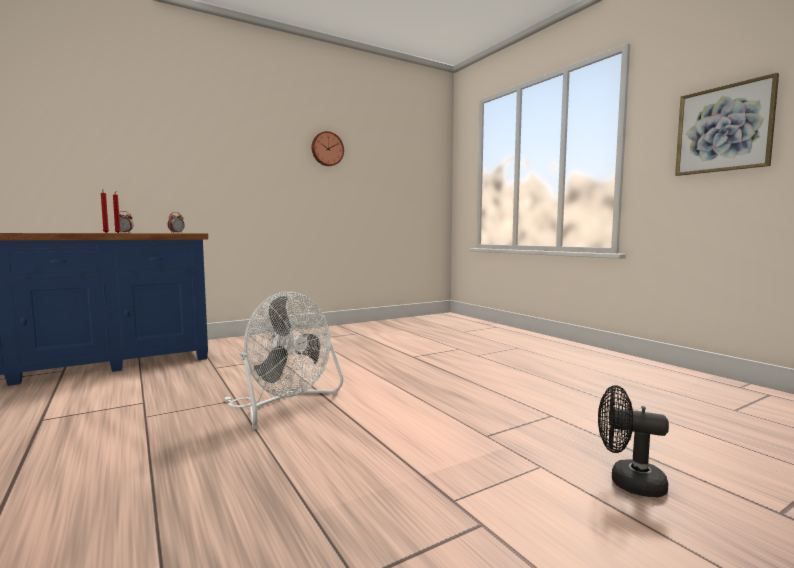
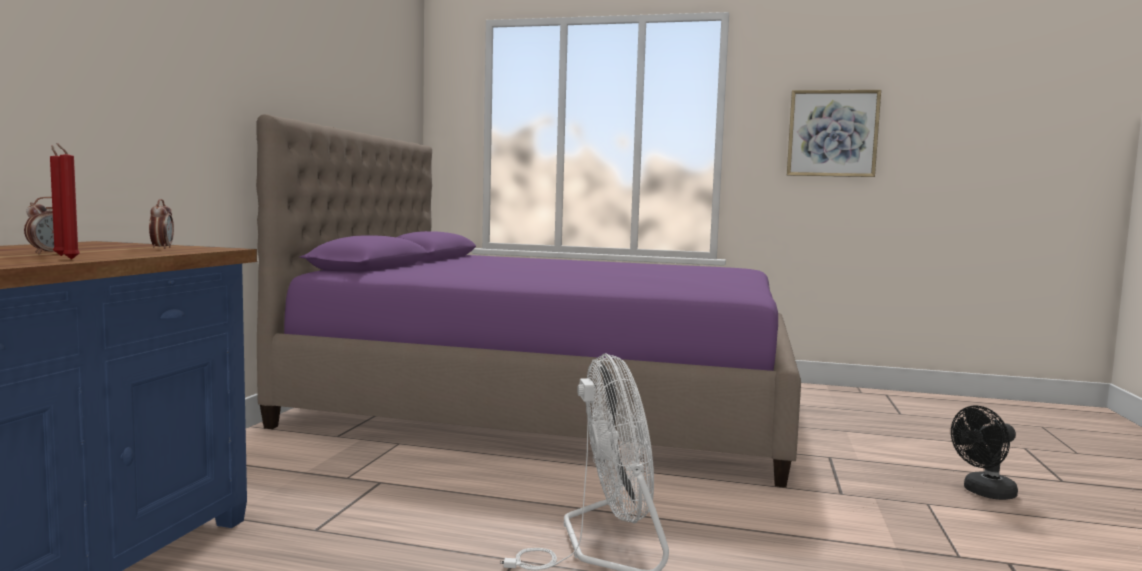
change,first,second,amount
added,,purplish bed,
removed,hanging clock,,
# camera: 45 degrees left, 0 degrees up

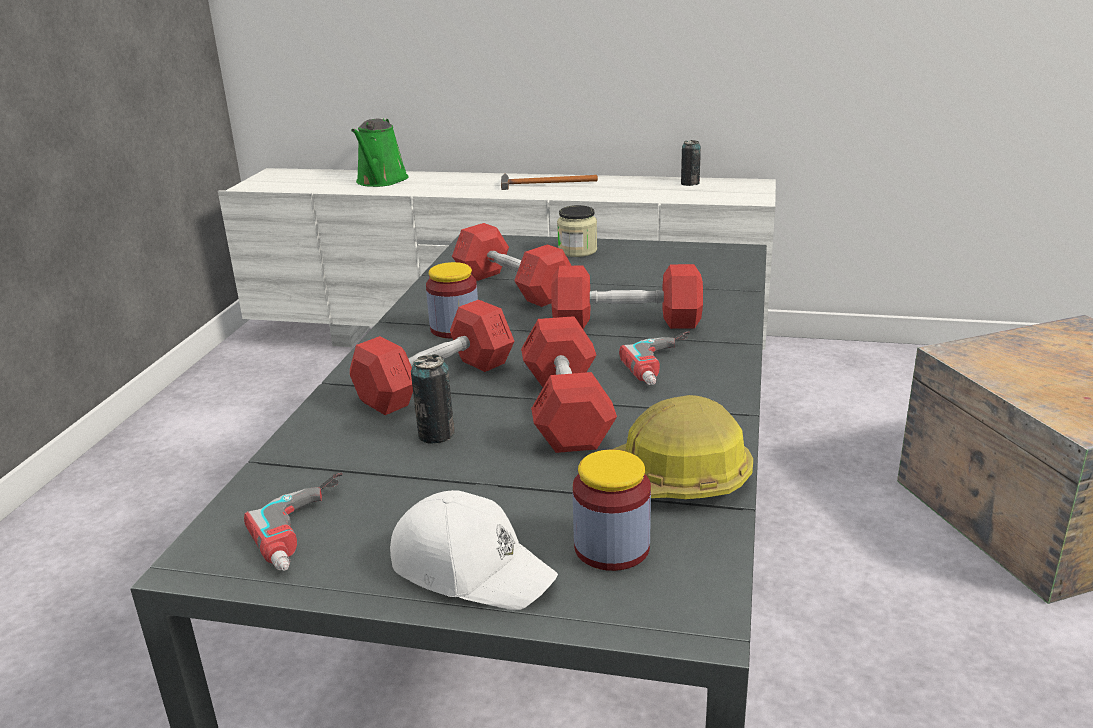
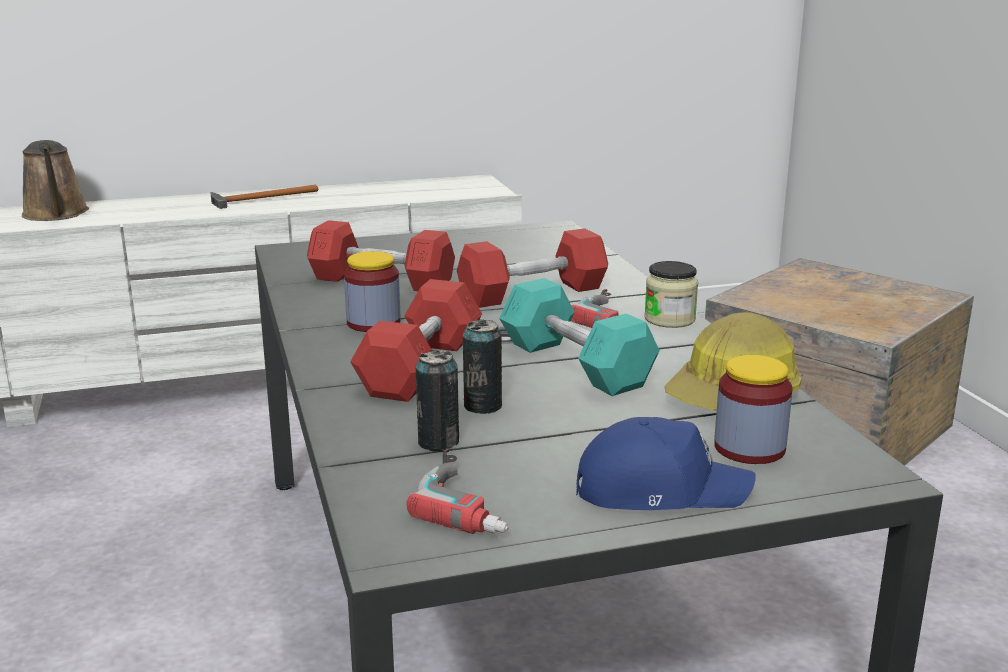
change,first,second,amount
recoloured,green-coloured watering pot,brownish watering pot,
moved,sealed can (2nd from left in the first image),sealed can (1st from left),
recoloured,reddish free weight (3rd from left),turquoise-coloured free weight,
recoloured,whitish baseball cap,bluish baseball cap,
moved,storage jar (2nd from left),,
# camera: 30 degrees left, 5 degrees down

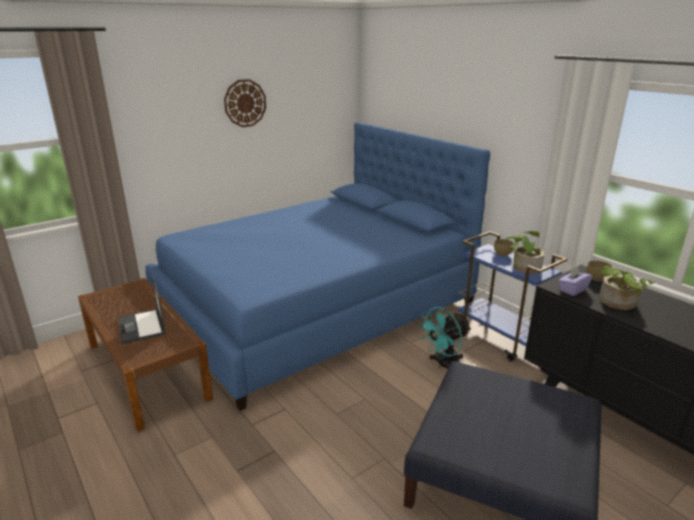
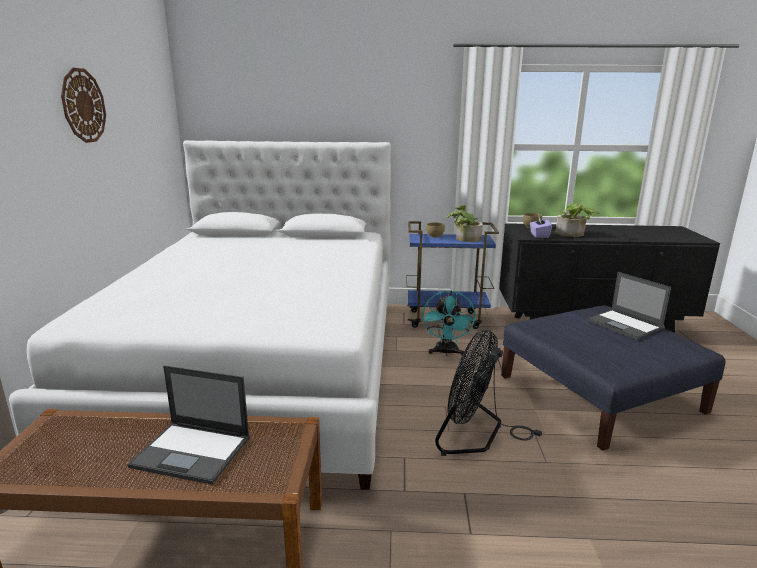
change,first,second,amount
recoloured,bluish bed,whitish bed,
added,,black electric fan,
added,,notebook computer (2nd from left),
# camera: 50 degrees left, 5 degrees down

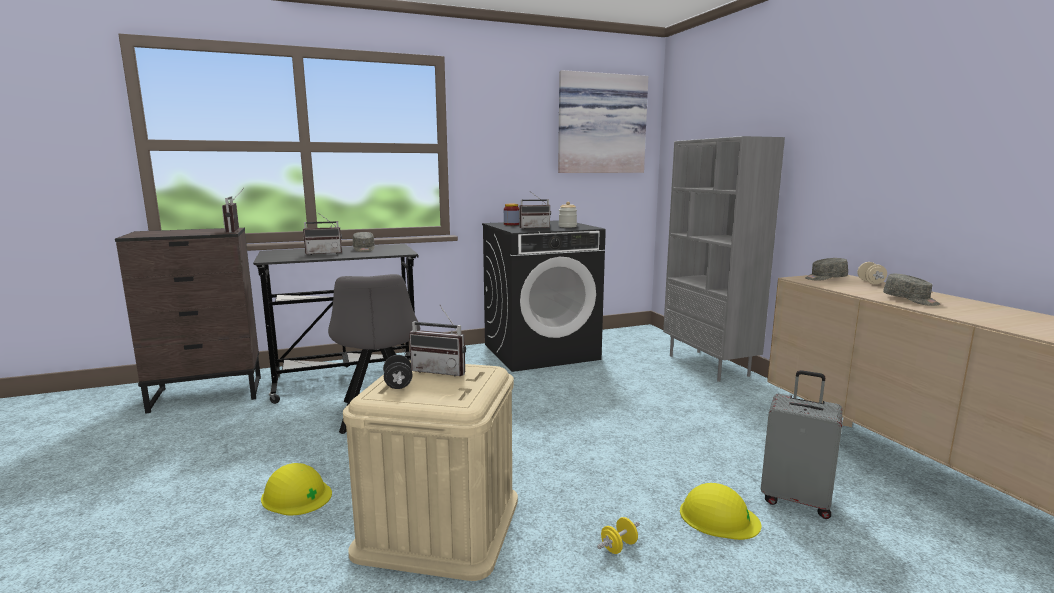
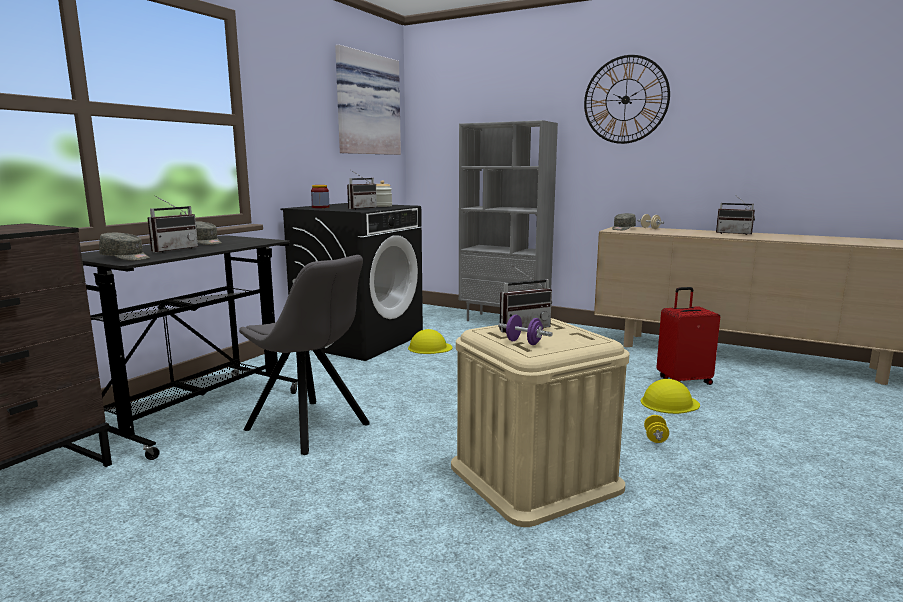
change,first,second,amount
moved,gray baseball cap (3rd from left in the first image),gray baseball cap (1st from left),
moved,yellow hard hat (1st from left),,
recoloured,black free weight,purplish free weight,
added,,hanging clock,
recoloured,gray piece of luggage,reddish piece of luggage,
moved,radio set (1st from left in the first image),radio set (4th from left),
# camera: 40 degrees left, 0 degrees up

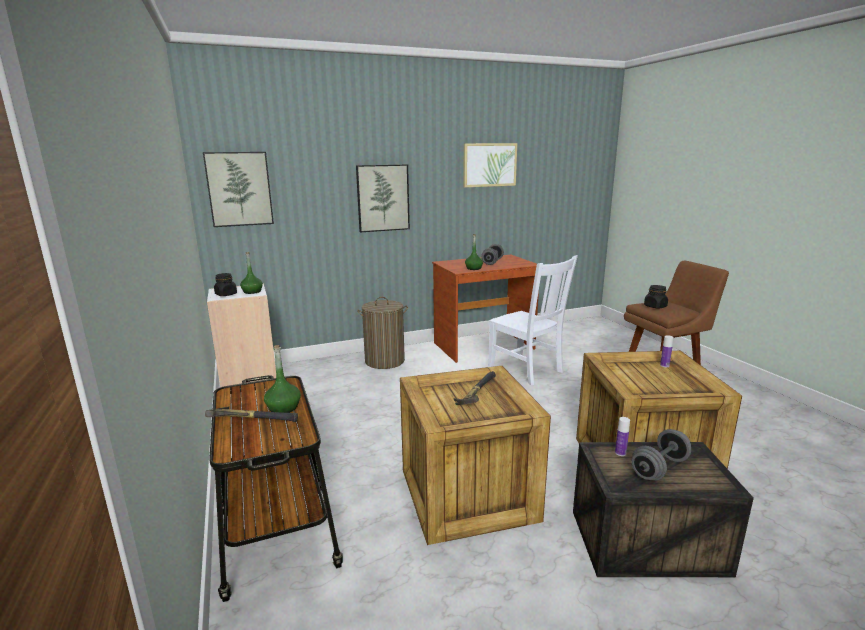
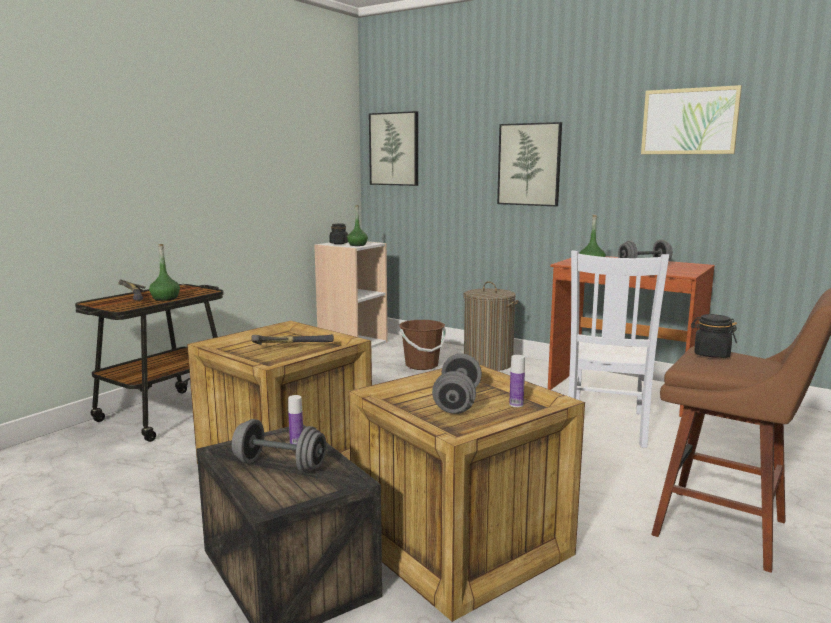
change,first,second,amount
added,,brownish pail,
added,,gray free weight (2nd from left),
# camera: 55 degrees right, 5 degrees down

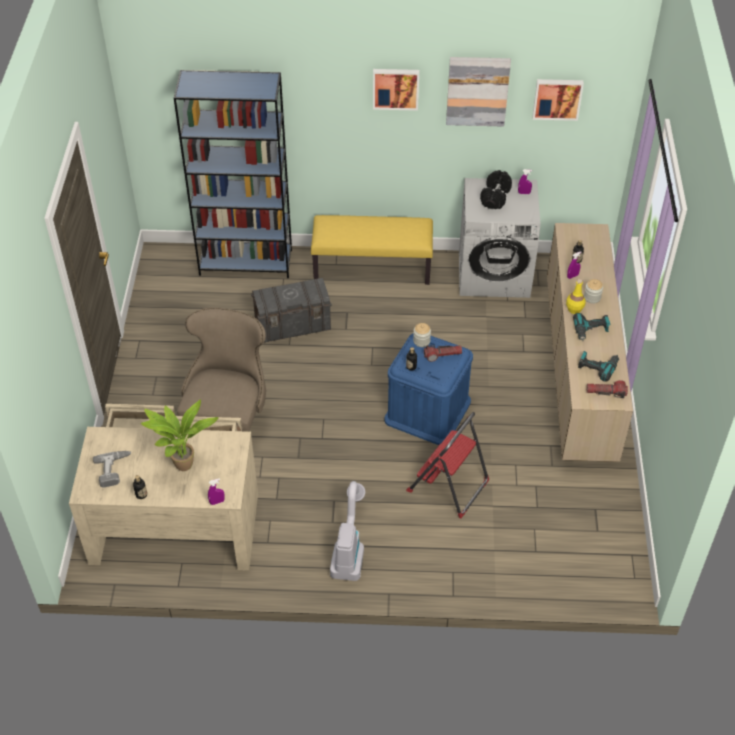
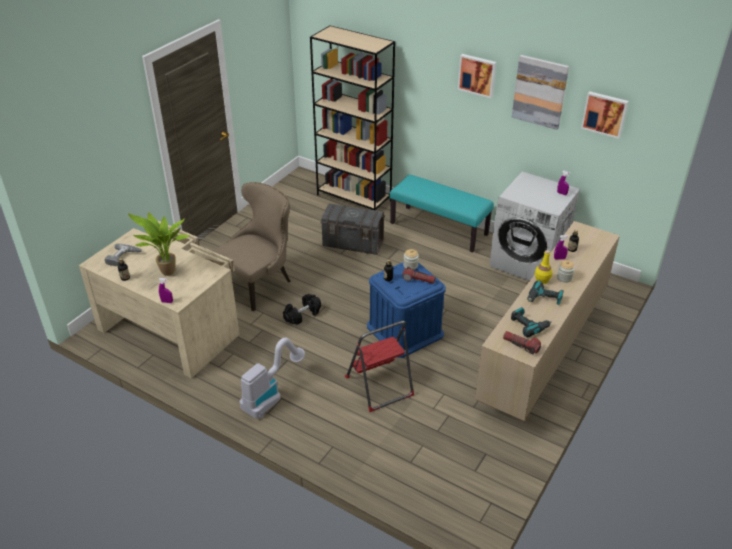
change,first,second,amount
moved,black free weight,,
recoloured,bluish bookcase,beige bookcase,
recoloured,yellow indoor bench,turquoise-coloured indoor bench,
# camera: 30 degrees right, 10 degrees down

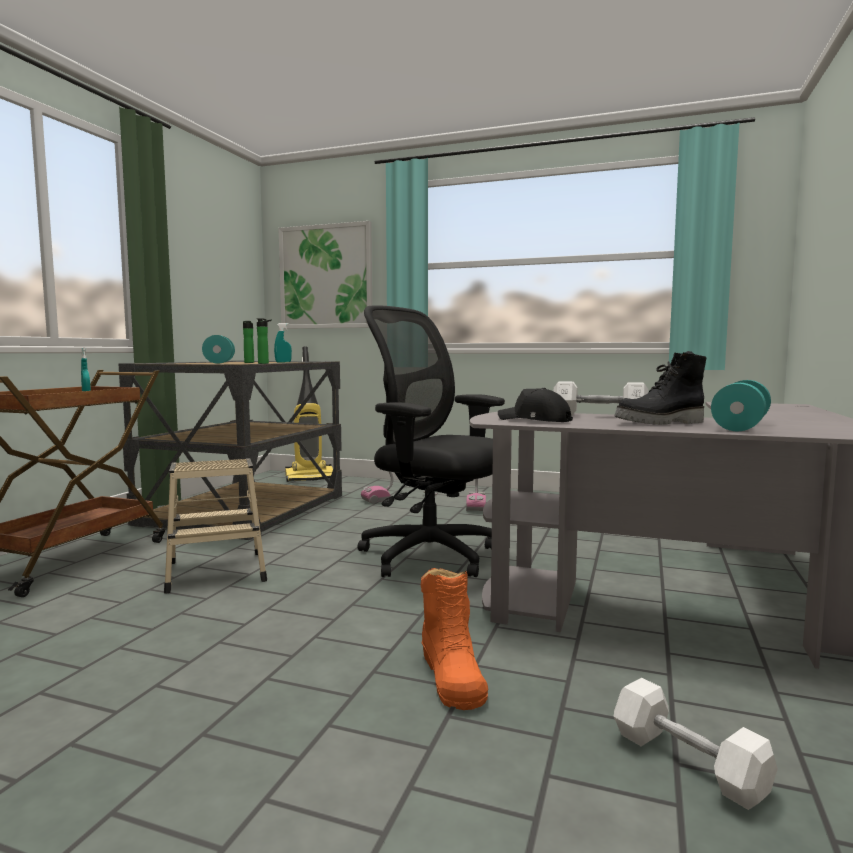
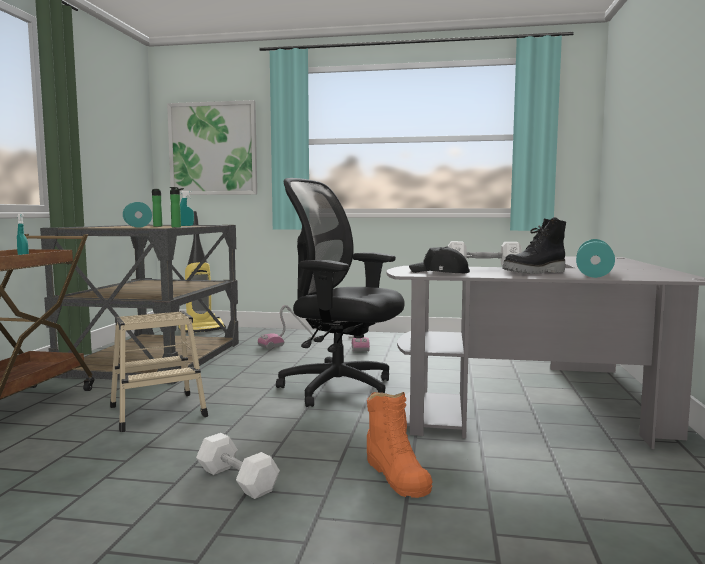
change,first,second,amount
moved,whitish free weight (2nd from left in the first image),whitish free weight (1st from left),
# camera: 10 degrees left, 0 degrees up

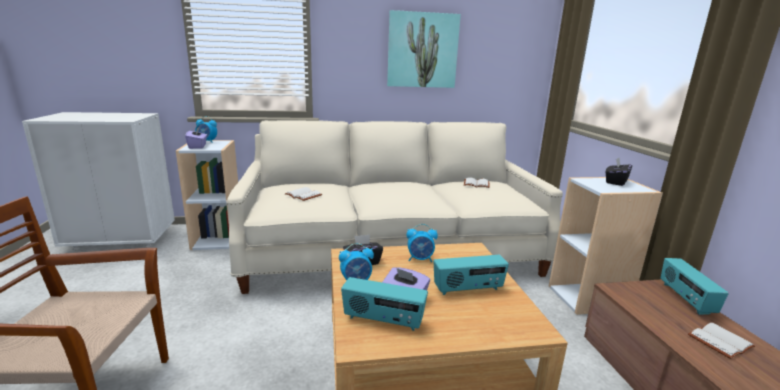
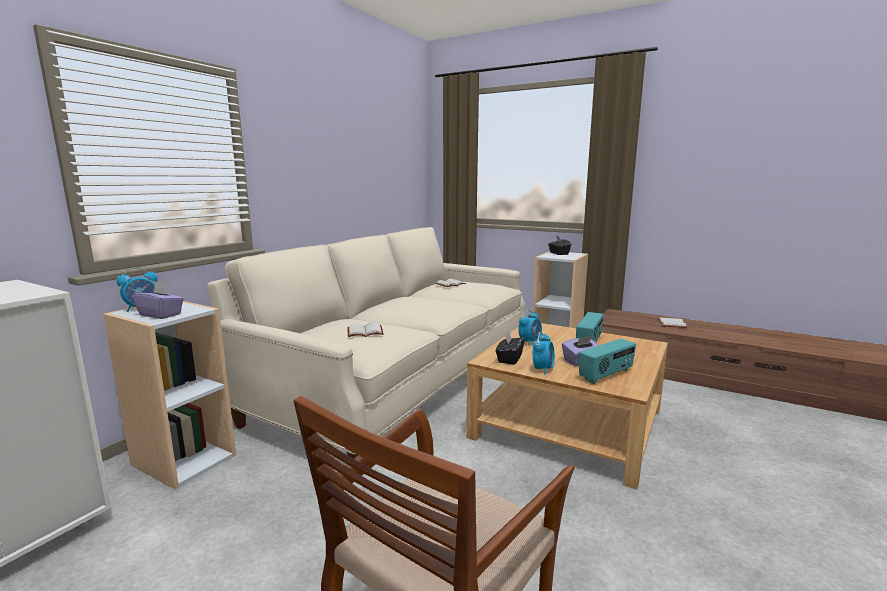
change,first,second,amount
removed,wall art,,
removed,radio set (3rd from left),,
# camera: 50 degrees left, 5 degrees down

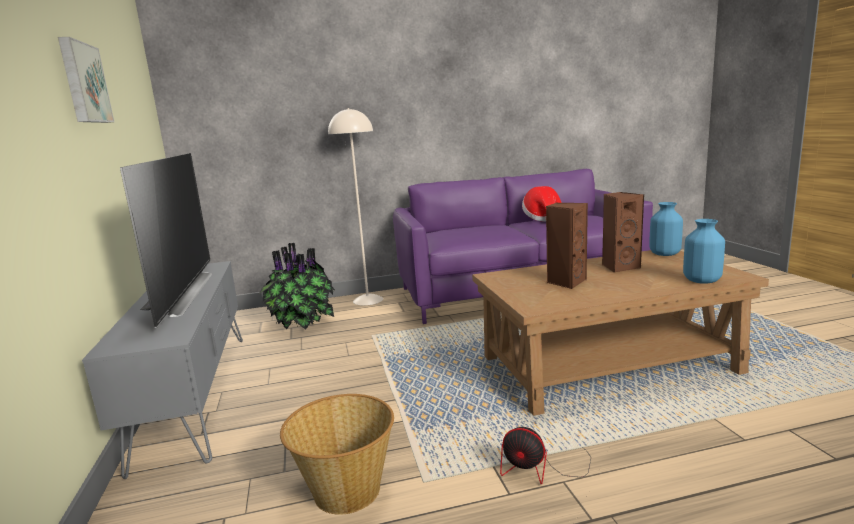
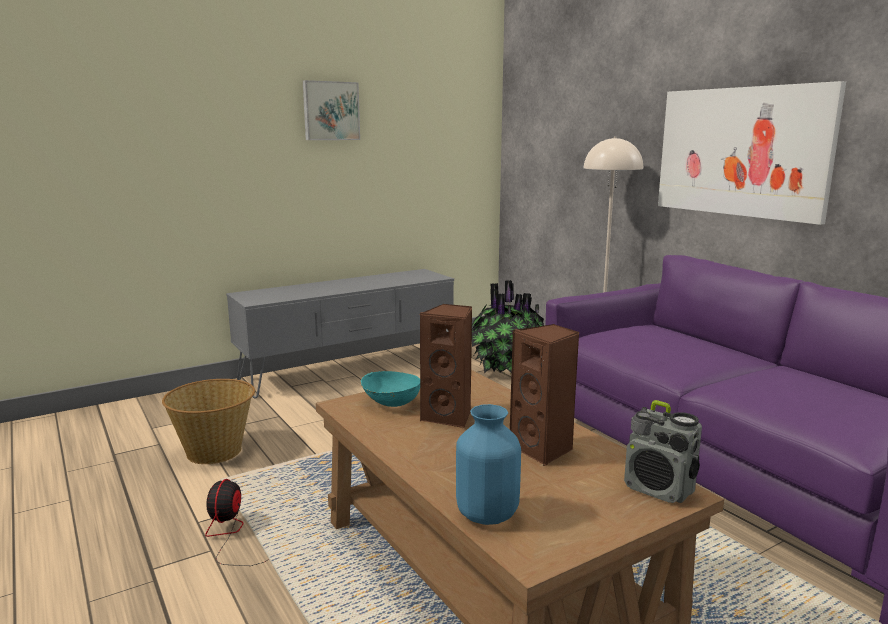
change,first,second,amount
added,,turquoise-coloured bowl,
replaced,bluish flower vase (1st from left),radio set,
added,,wall art (2nd from left),
removed,TV,,
removed,hat,,
# camera: 70 degrees right, 0 degrees up

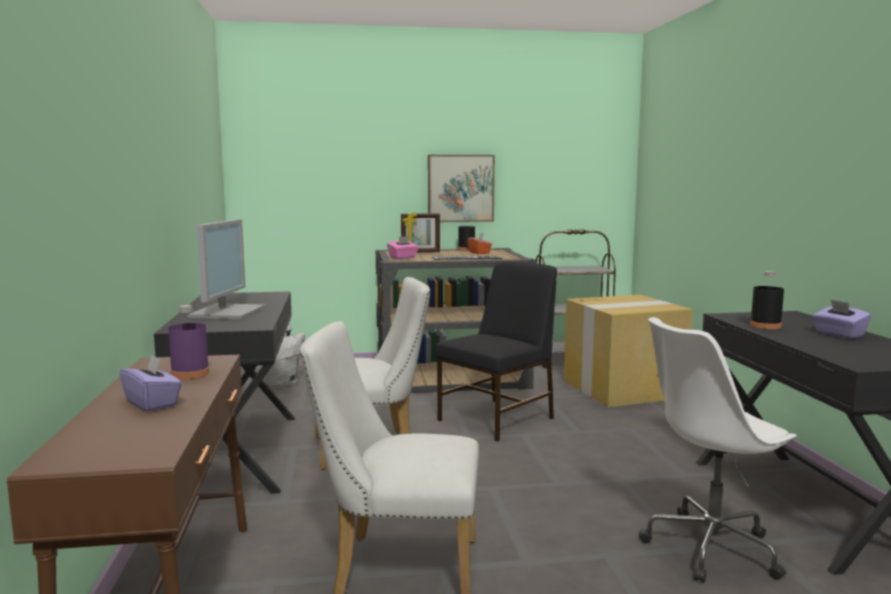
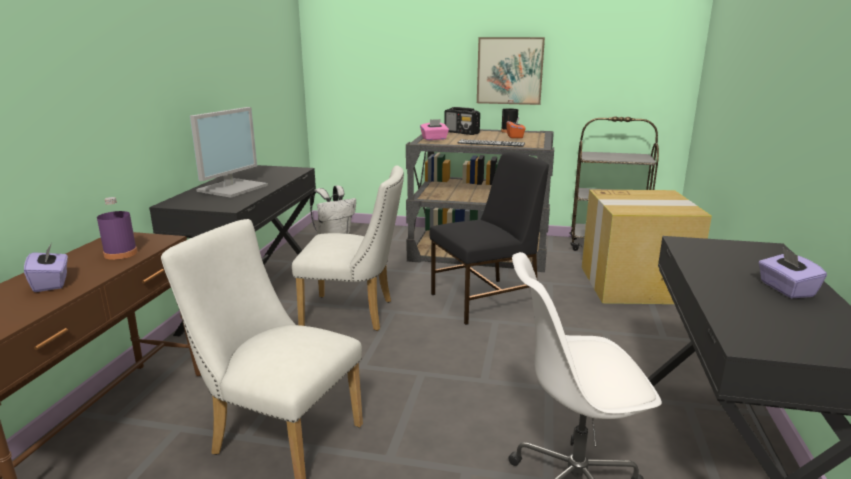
change,first,second,amount
replaced,picture frame,radio set,
removed,black drink bottle (2nd from left),,
# camera: 20 degrees right, 10 degrees up

